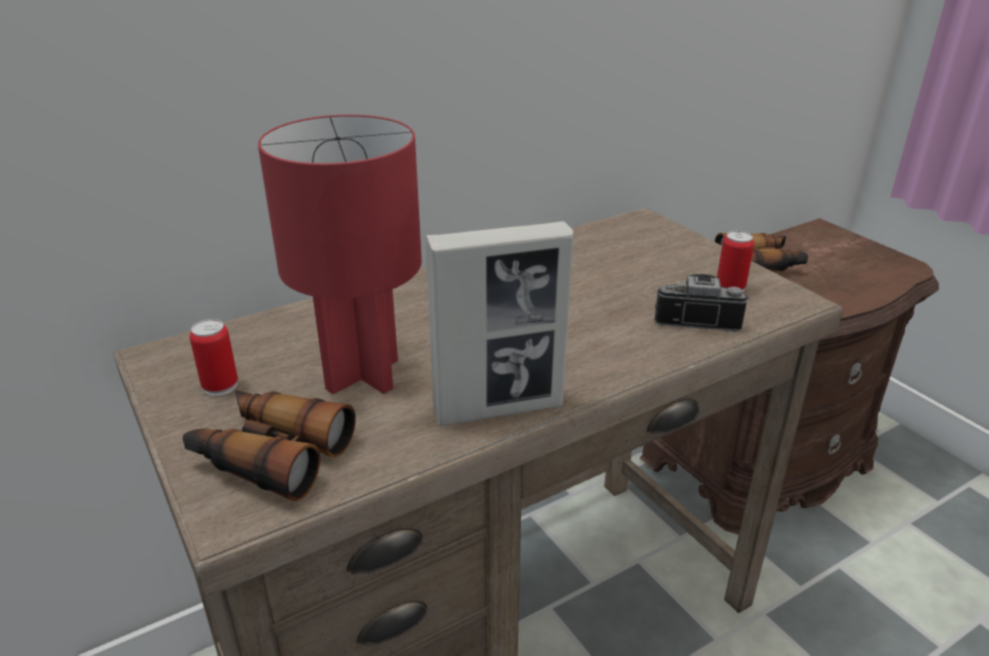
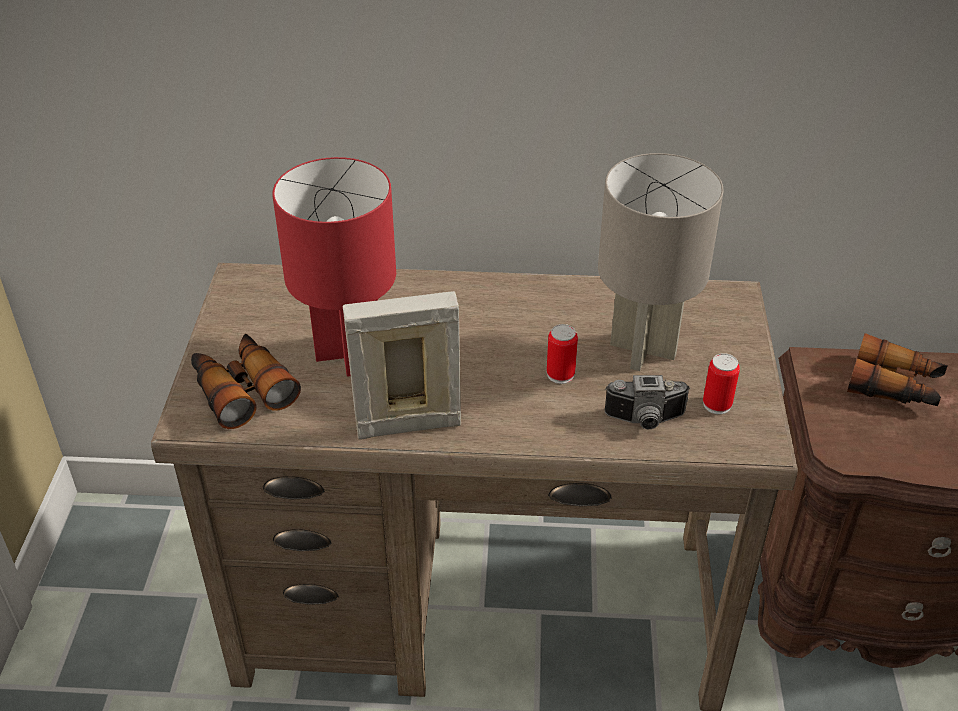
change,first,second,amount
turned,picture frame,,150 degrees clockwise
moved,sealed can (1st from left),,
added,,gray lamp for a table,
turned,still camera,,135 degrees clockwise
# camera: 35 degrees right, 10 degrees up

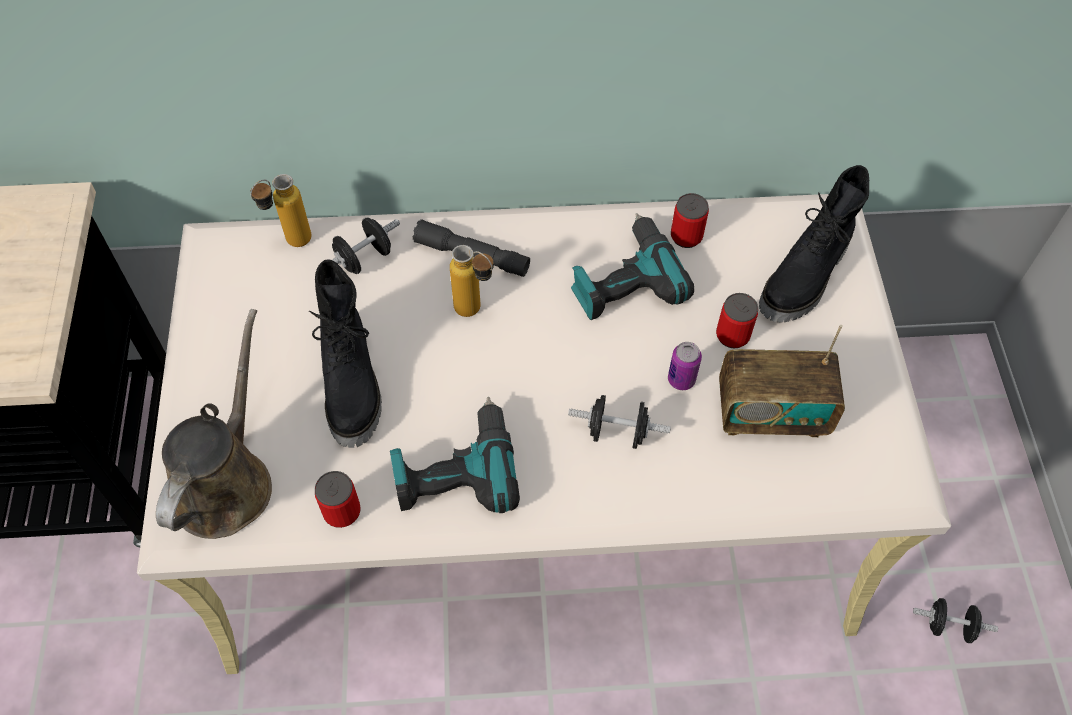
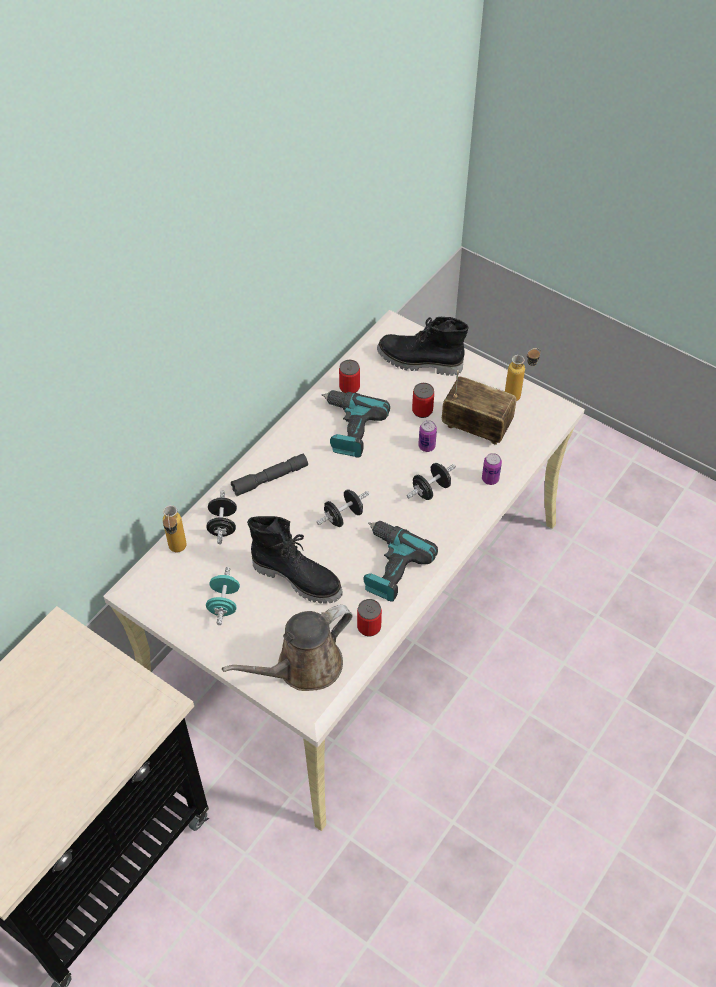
change,first,second,amount
added,,turquoise-coloured free weight,
turned,brownish watering pot,,90 degrees counterclockwise
moved,black free weight (3rd from left in the first image),black free weight (2nd from left),
turned,black tall boot (2nd from left),,120 degrees clockwise
turned,radio set,,105 degrees counterclockwise
added,,sealed can (5th from left),
moved,drink bottle (2nd from left),,
# camera: 50 degrees left, 5 degrees down

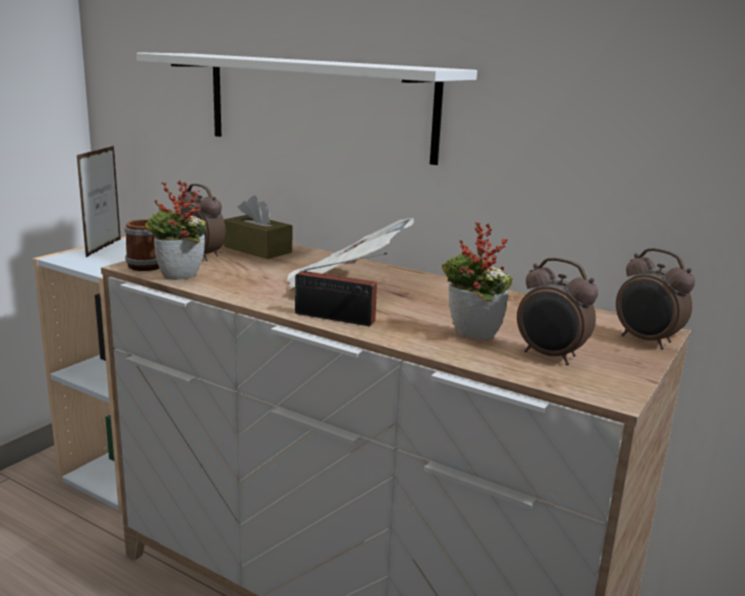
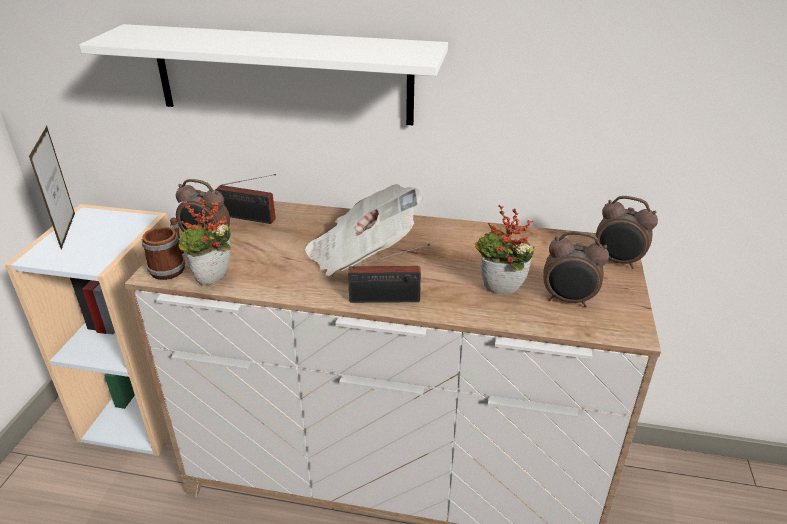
change,first,second,amount
replaced,brownish tissue holder,radio set (1st from left),
# camera: 20 degrees left, 15 degrees up

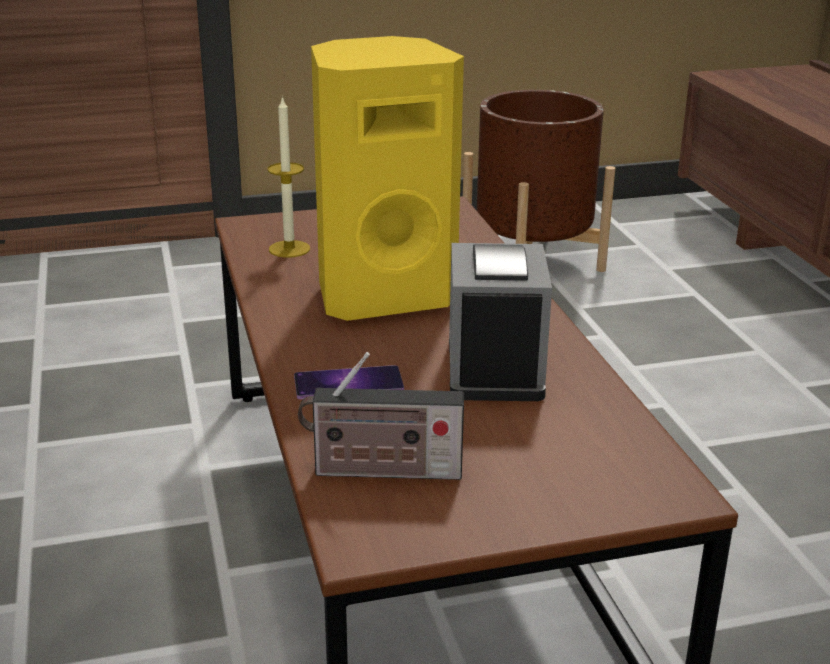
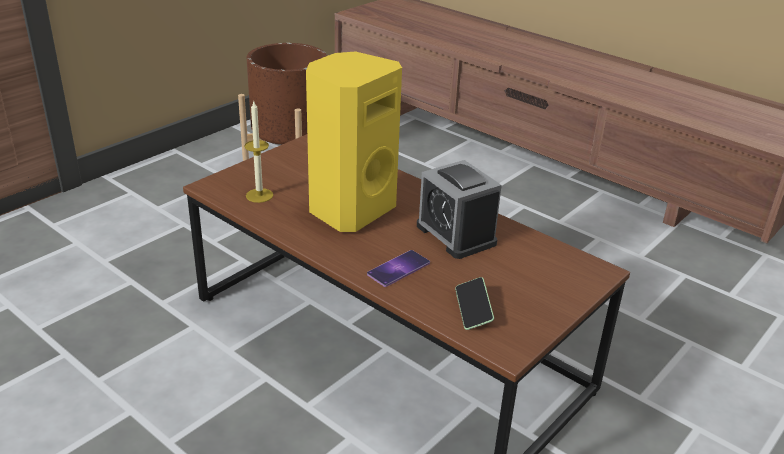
change,first,second,amount
replaced,radio set,phone (2nd from left),
# camera: 35 degrees left, 5 degrees up

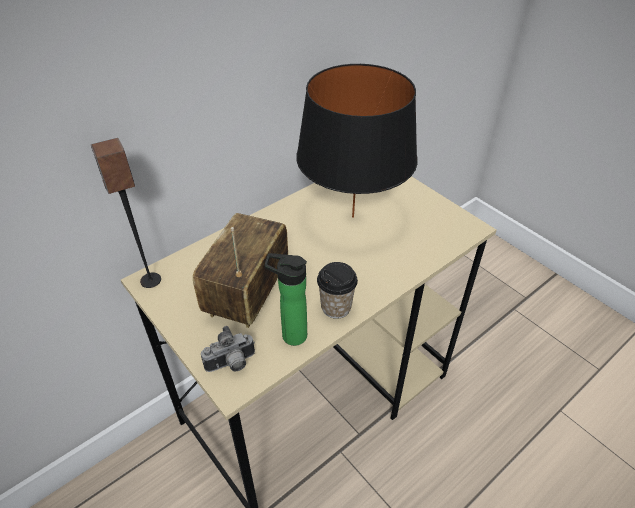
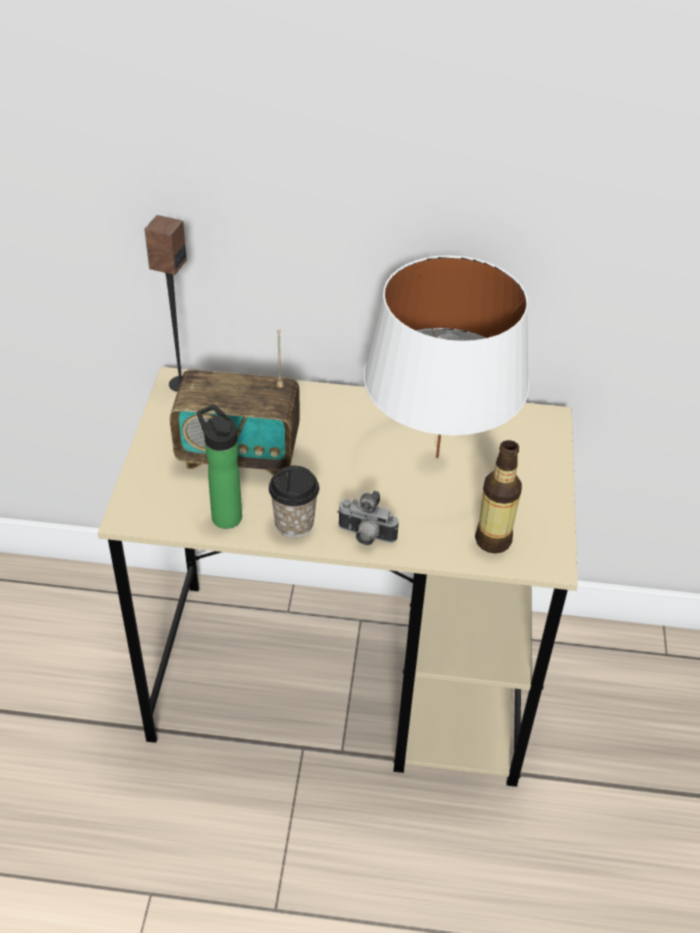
change,first,second,amount
turned,radio set,,150 degrees counterclockwise
moved,still camera,,
recoloured,black lamp for a table,whitish lamp for a table,
added,,drink bottle (2nd from left),
# camera: 45 degrees right, 0 degrees up

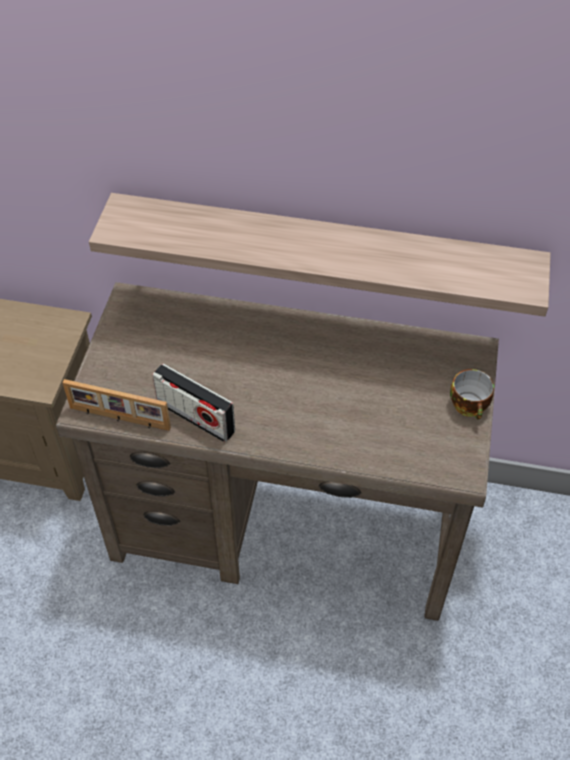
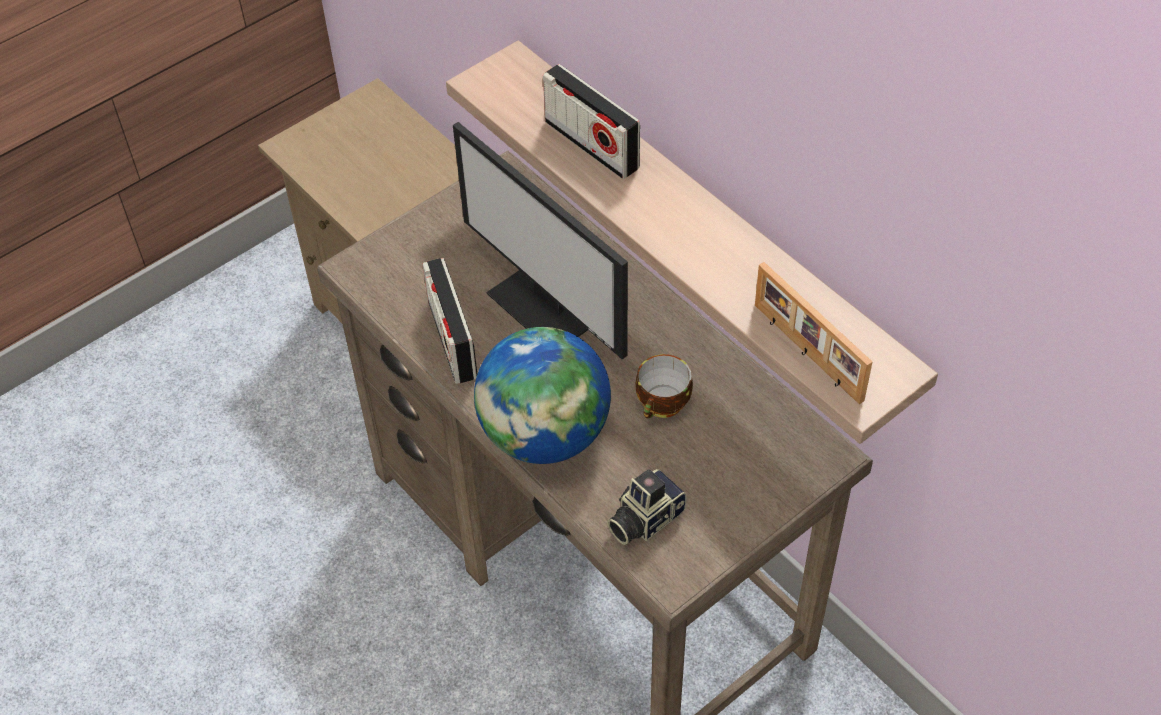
change,first,second,amount
added,,monitor,
added,,world globe,
added,,radio set (2nd from left),
added,,still camera,
moved,drinking cup,,
moved,picture frame,,
# camera: 40 degrees right, 0 degrees up

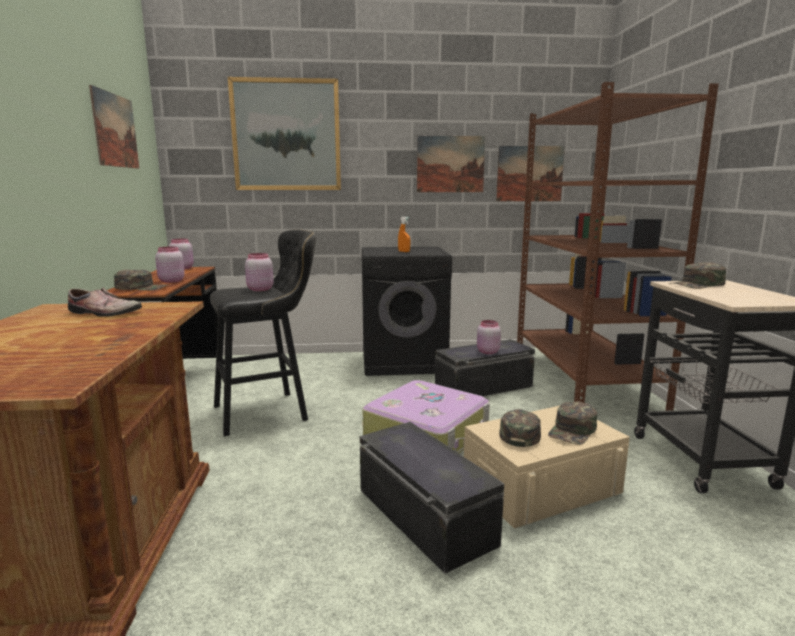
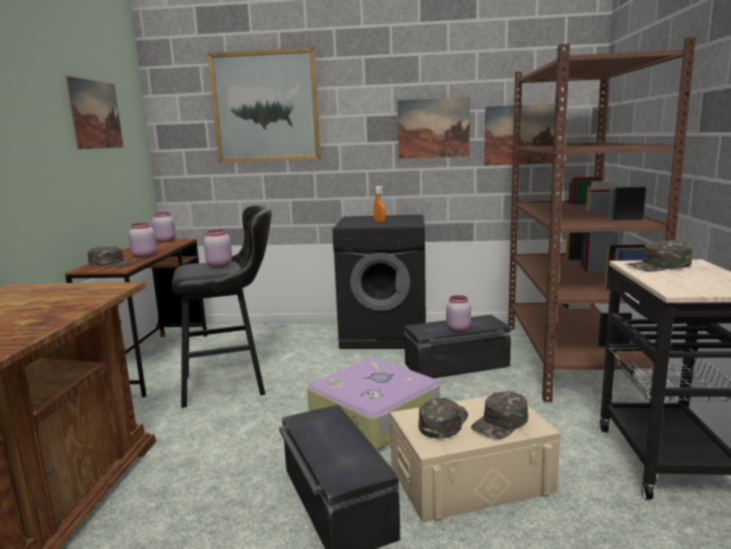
change,first,second,amount
removed,item of footwear,,
# camera: 10 degrees right, 0 degrees up

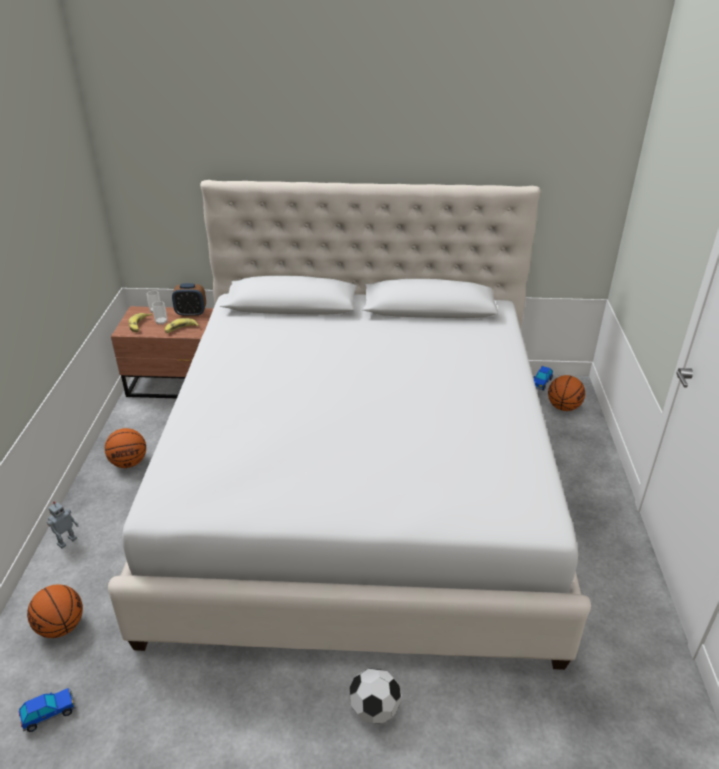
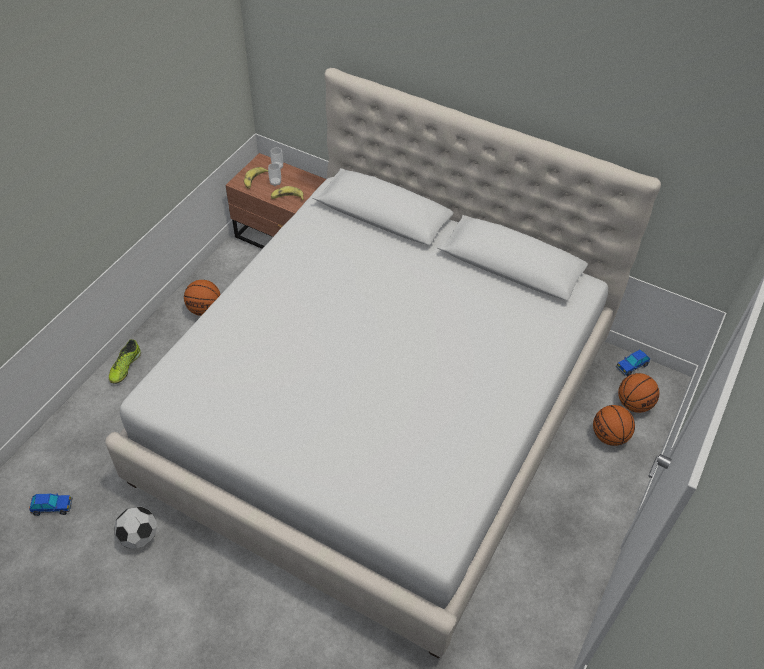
change,first,second,amount
replaced,model robot,item of footwear,
moved,football ball,,
moved,ball for basketball (1st from left in the first image),ball for basketball (2nd from left),
removed,alarm clock,,
# camera: 25 degrees right, 15 degrees up

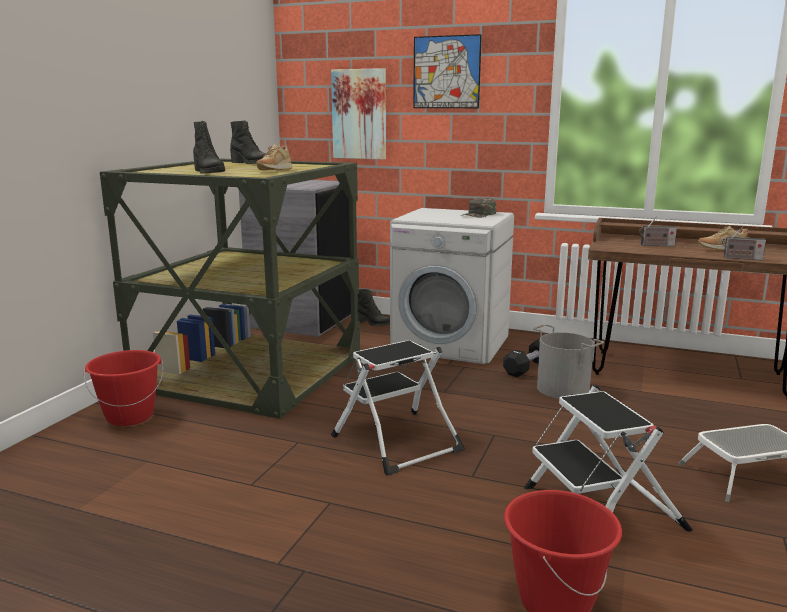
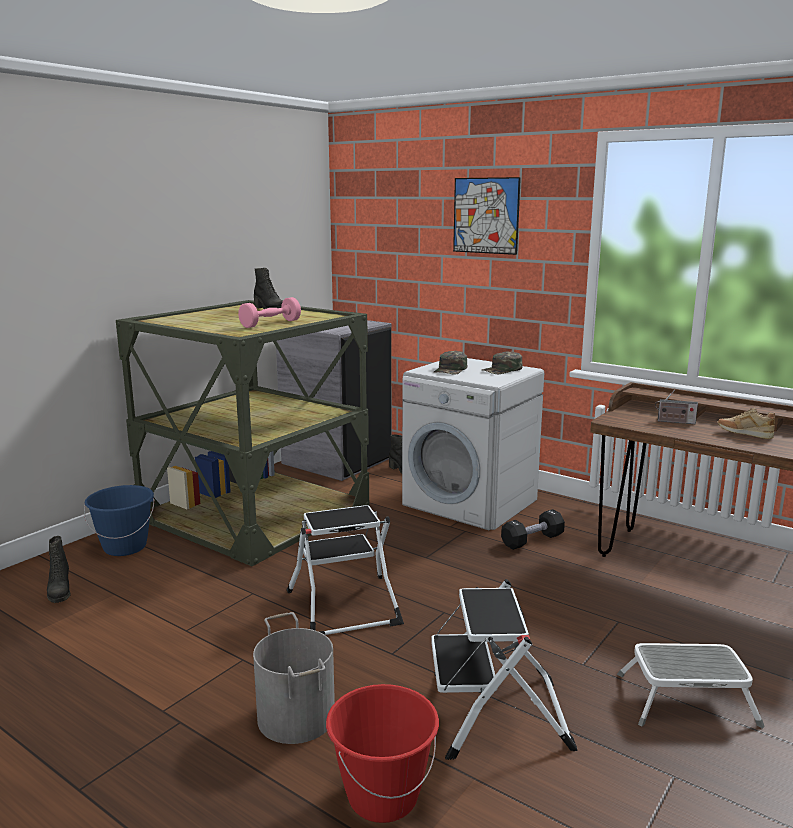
change,first,second,amount
moved,black tall boot (1st from left),,
recoloured,reddish pail (1st from left),bluish pail,
replaced,beige item of footwear (1st from left),pinkish free weight,
moved,gray pail,,
added,,green-coloured baseball cap (1st from left),
removed,wall art (1st from left),,
removed,radio set (2nd from left),,
# camera: 15 degrees right, 0 degrees up

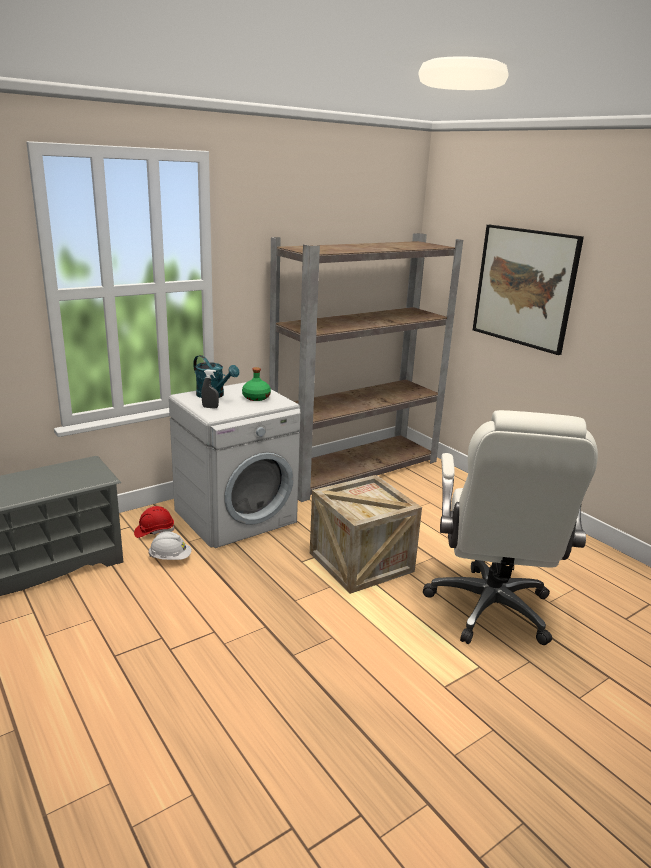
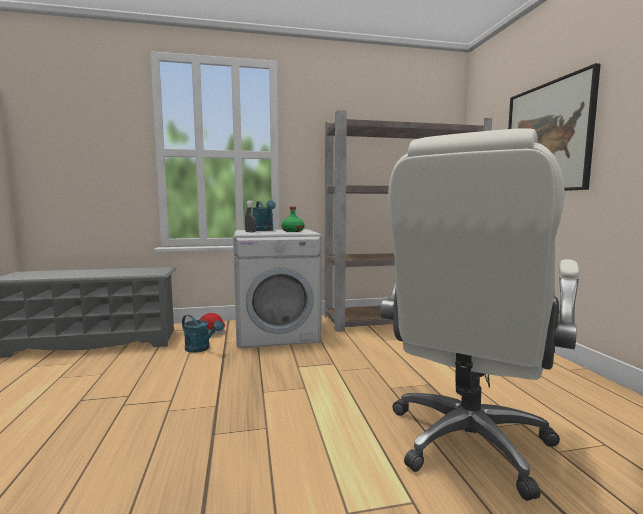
change,first,second,amount
replaced,whitish hard hat,turquoise-coloured watering pot (1st from left),
removed,shipping crate,,
# camera: 25 degrees right, 15 degrees down

